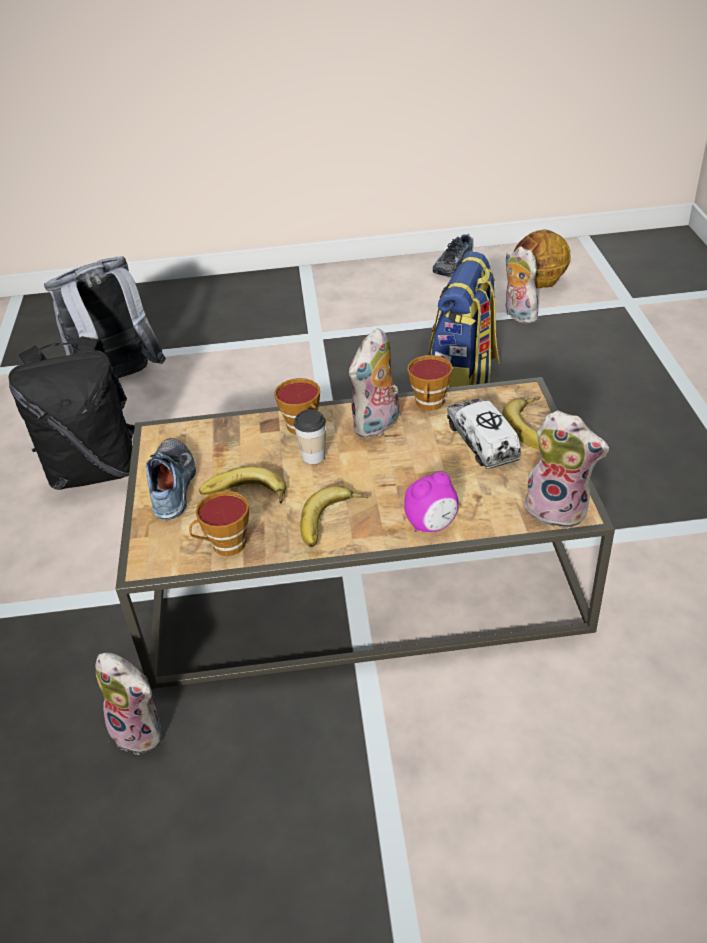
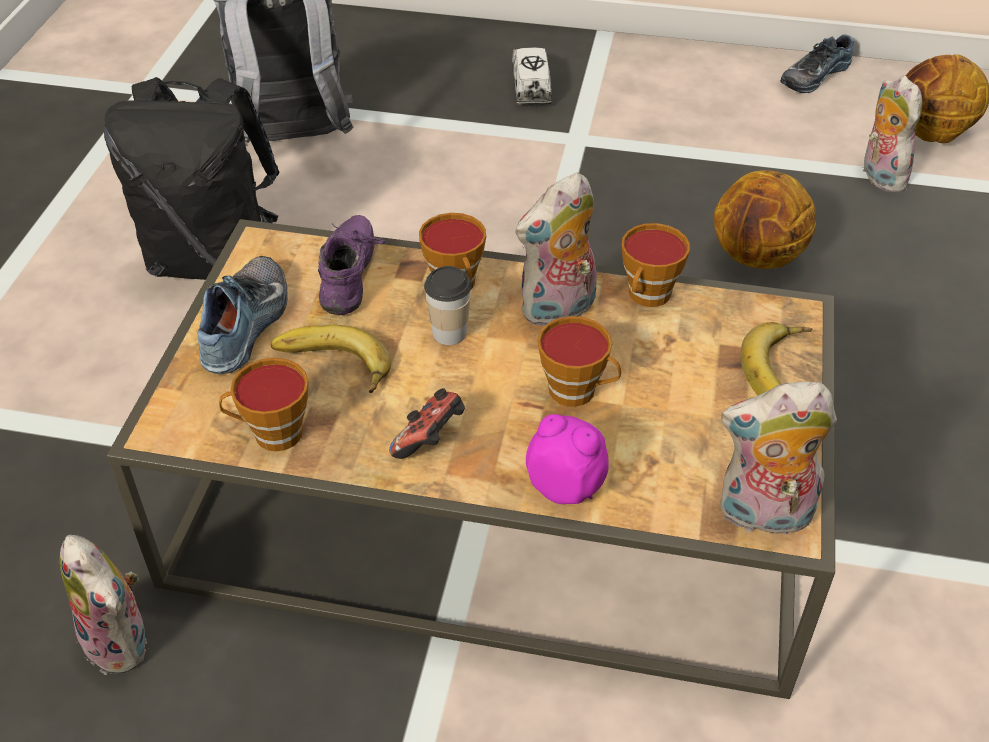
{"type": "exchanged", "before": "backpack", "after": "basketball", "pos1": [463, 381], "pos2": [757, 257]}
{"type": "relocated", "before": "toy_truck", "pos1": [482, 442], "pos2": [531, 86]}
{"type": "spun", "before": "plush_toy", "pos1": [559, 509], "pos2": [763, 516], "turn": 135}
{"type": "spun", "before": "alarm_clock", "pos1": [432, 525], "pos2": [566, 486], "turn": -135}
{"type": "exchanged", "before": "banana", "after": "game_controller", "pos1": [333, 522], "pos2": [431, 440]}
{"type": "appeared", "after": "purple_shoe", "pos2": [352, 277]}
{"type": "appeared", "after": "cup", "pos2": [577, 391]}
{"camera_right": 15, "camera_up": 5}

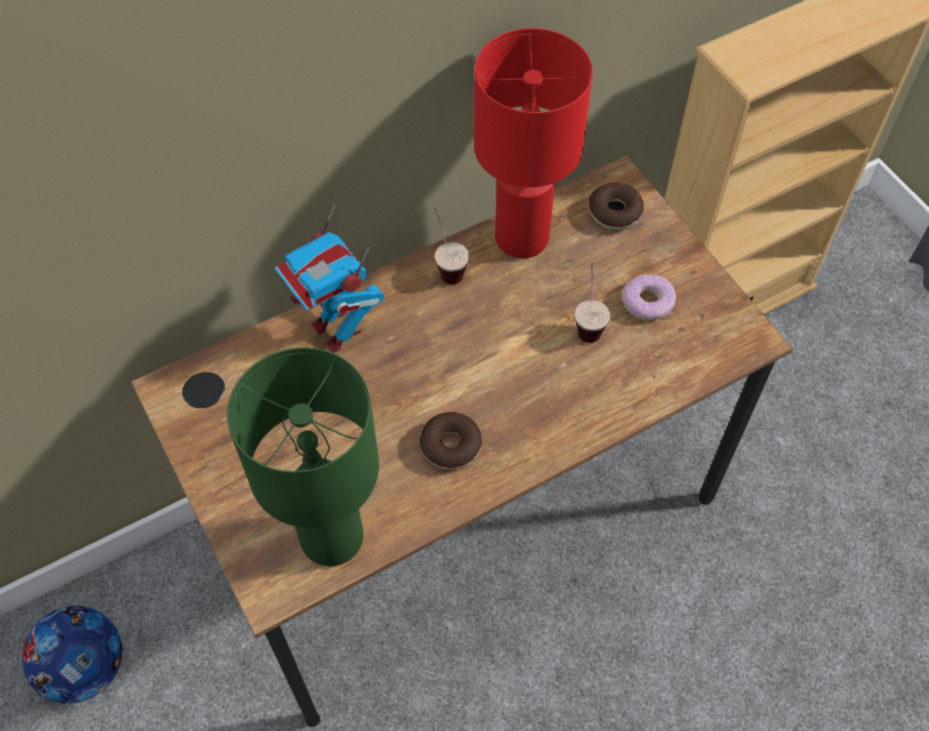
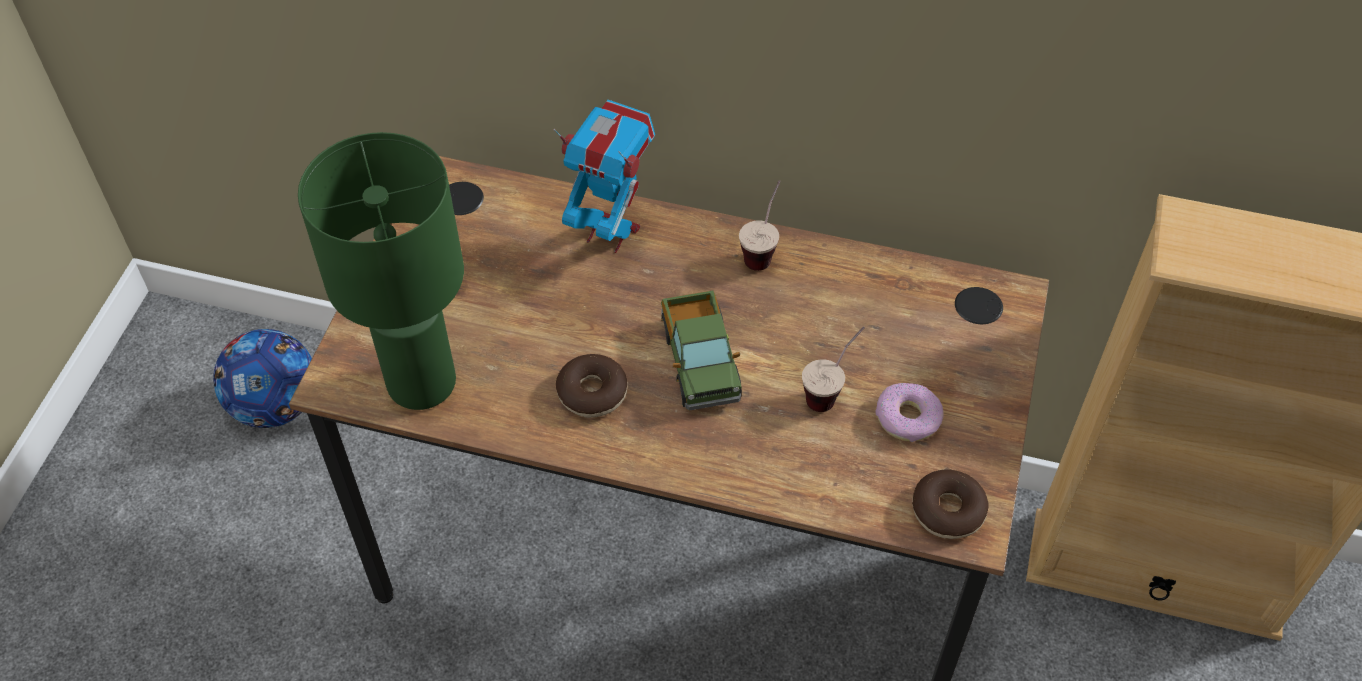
{"type": "missing", "before": "red_table_lamp", "pos1": [520, 237]}
{"type": "relocated", "before": "donut", "pos1": [615, 212], "pos2": [947, 510]}
{"type": "spun", "before": "toy_robot", "pos1": [337, 331], "pos2": [610, 232], "turn": 105}
{"type": "appeared", "after": "toy_truck", "pos2": [700, 362]}
{"camera_right": 45, "camera_up": -5}

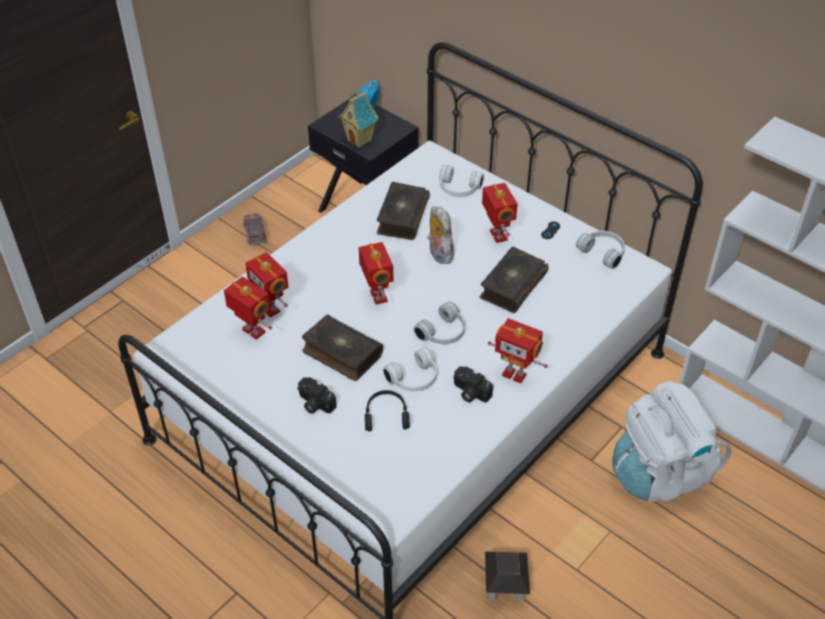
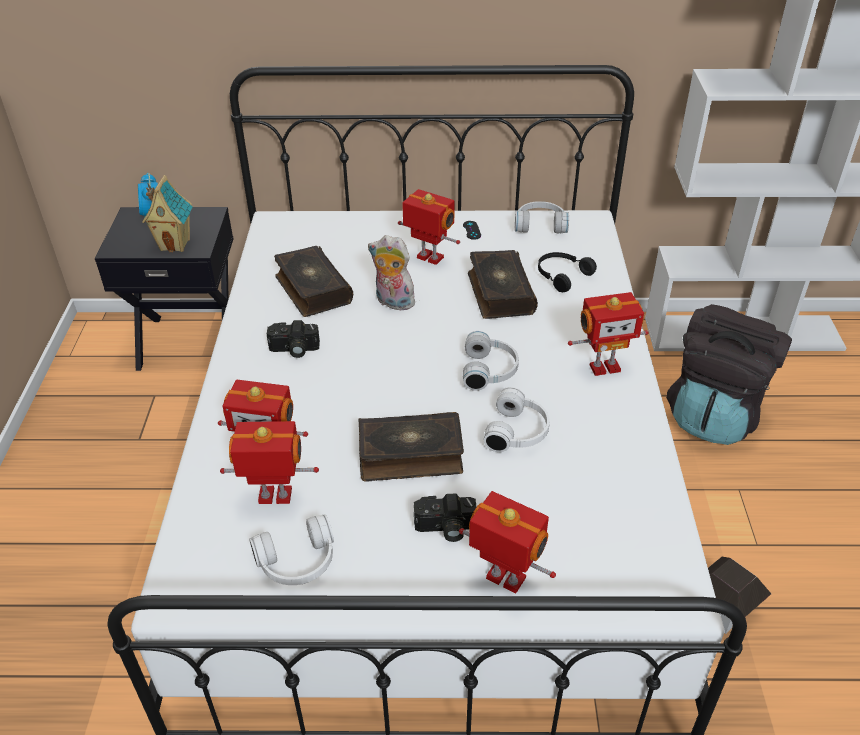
{"type": "relocated", "before": "white_headphones", "pos1": [458, 189], "pos2": [298, 563]}
{"type": "missing", "before": "toy_truck", "pos1": [255, 233]}
{"type": "relocated", "before": "toy_robot", "pos1": [377, 296], "pos2": [504, 580]}
{"type": "relocated", "before": "photo_camera", "pos1": [469, 392], "pos2": [294, 350]}
{"type": "colour", "before": "white_backpack", "after": "black_backpack", "pos1": [660, 473], "pos2": [714, 413]}
{"type": "relocated", "before": "black_headphones", "pos1": [386, 415], "pos2": [561, 275]}
{"camera_right": -40, "camera_up": -5}

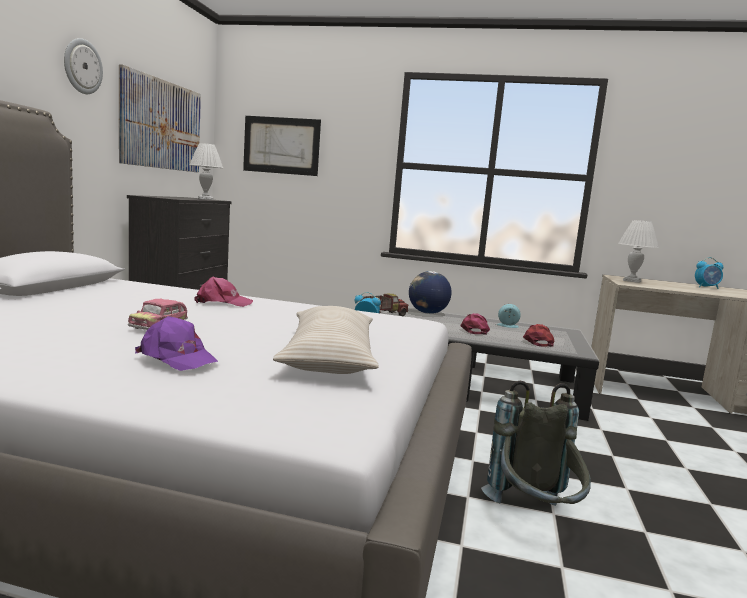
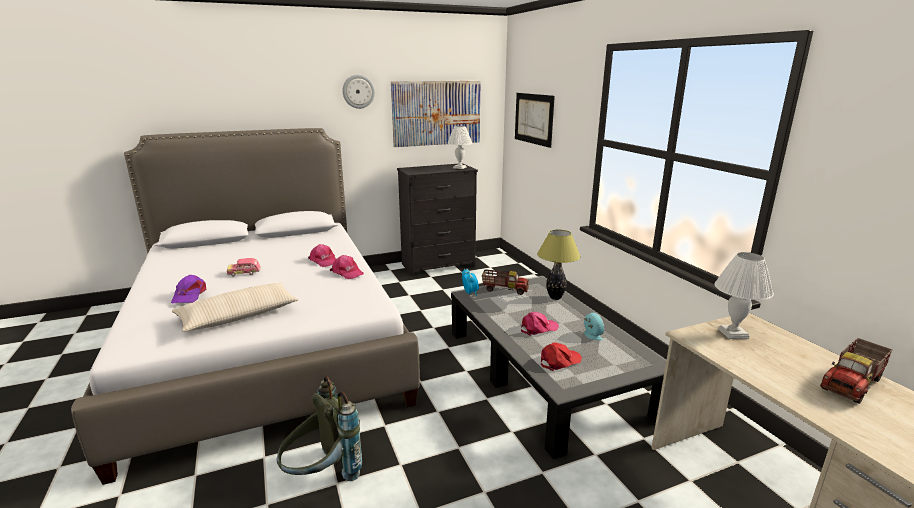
{"type": "exchanged", "before": "alarm_clock", "after": "toy_truck", "pos1": [707, 287], "pos2": [853, 384]}
{"type": "exchanged", "before": "globe", "after": "table_lamp", "pos1": [427, 313], "pos2": [555, 297]}
{"type": "appeared", "after": "pink_cap", "pos2": [347, 272]}
{"camera_right": 55, "camera_up": 10}

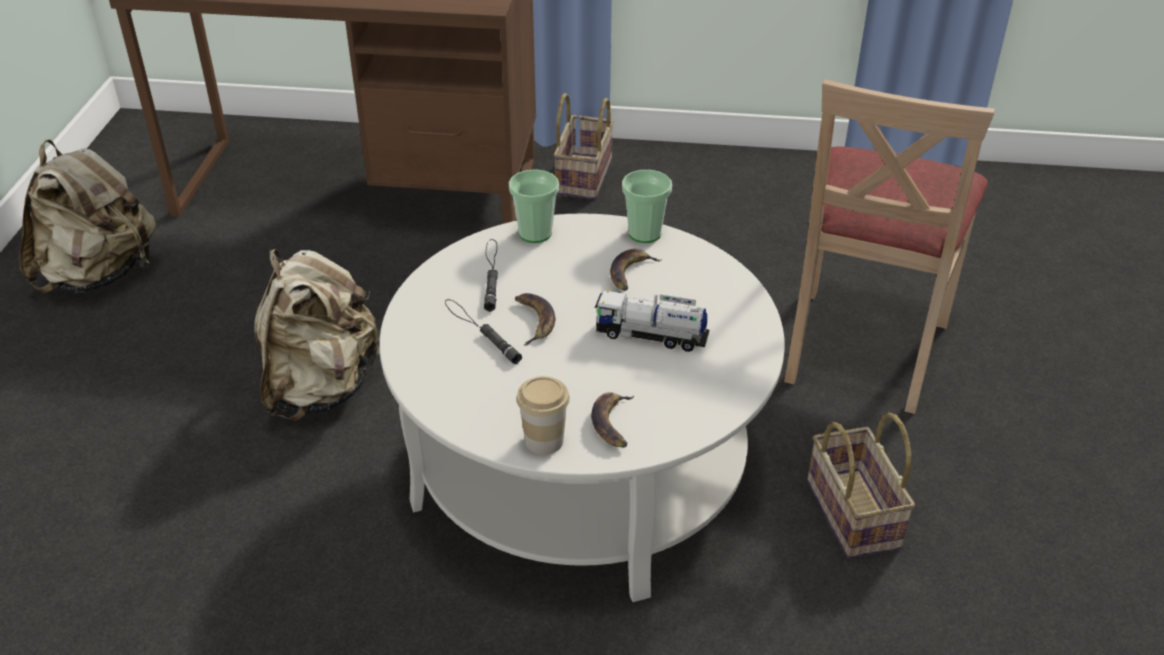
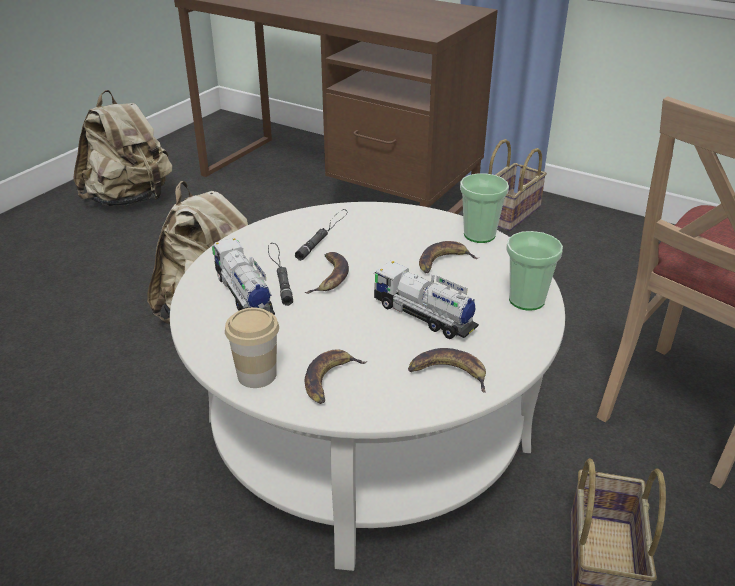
{"type": "relocated", "before": "cup", "pos1": [535, 233], "pos2": [526, 300]}
{"type": "appeared", "after": "toy_truck", "pos2": [244, 295]}
{"type": "appeared", "after": "banana", "pos2": [448, 373]}
{"camera_right": 25, "camera_up": -5}

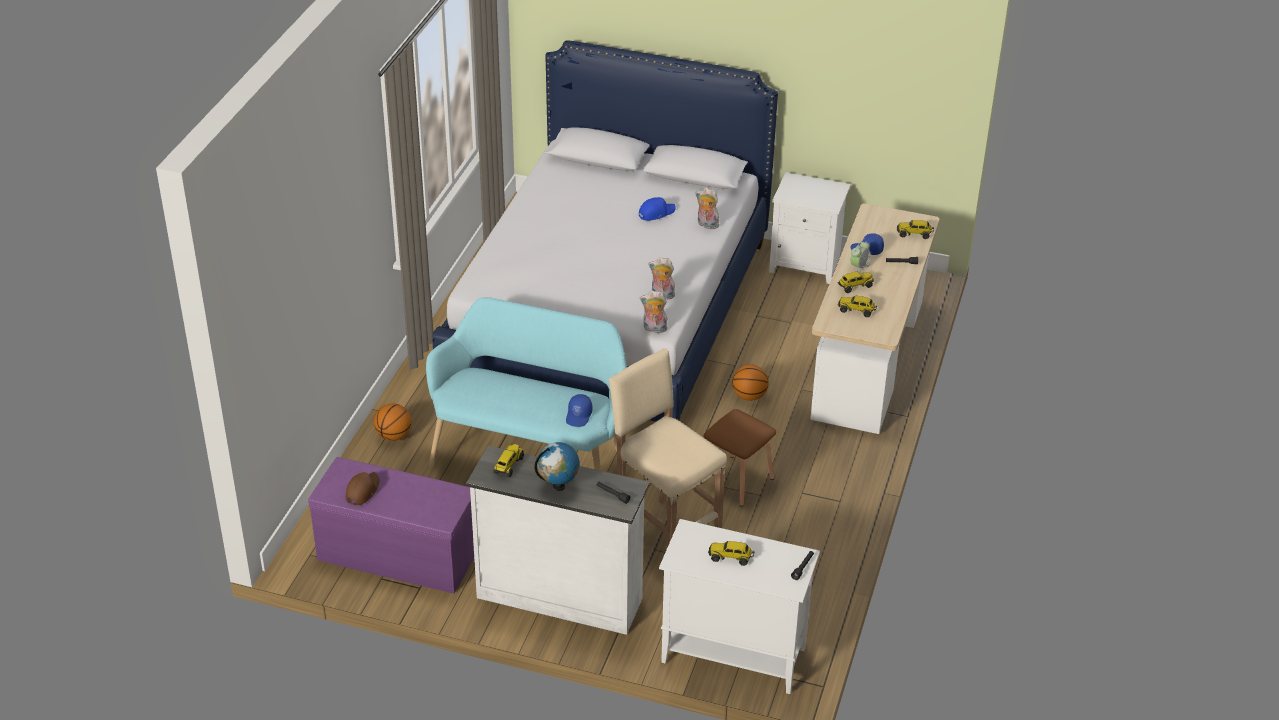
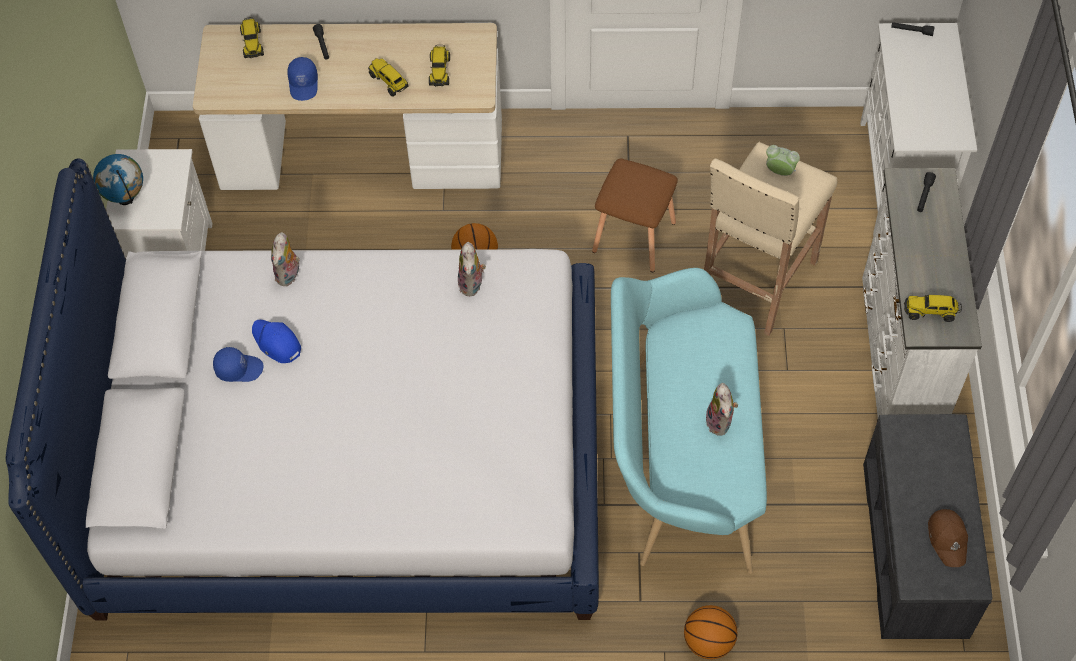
{"type": "relocated", "before": "alarm_clock", "pos1": [859, 267], "pos2": [780, 172]}
{"type": "relocated", "before": "plush_toy", "pos1": [654, 329], "pos2": [721, 422]}
{"type": "relocated", "before": "blue_cap", "pos1": [579, 416], "pos2": [239, 368]}
{"type": "relocated", "before": "globe", "pos1": [558, 486], "pos2": [126, 199]}
{"type": "colour", "before": "purple_bench", "after": "grey_bench", "pos1": [396, 554], "pos2": [917, 550]}
{"type": "spun", "before": "brown_cap", "pos1": [362, 491], "pos2": [948, 539], "turn": -105}
{"type": "missing", "before": "toy_truck", "pos1": [730, 557]}
{"camera_right": -105, "camera_up": 20}

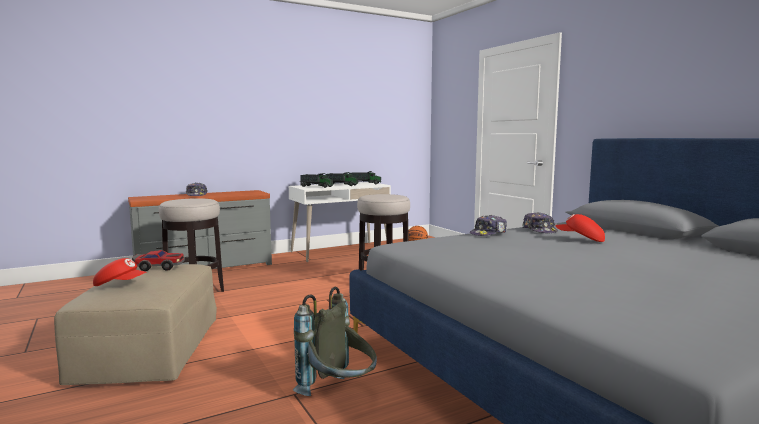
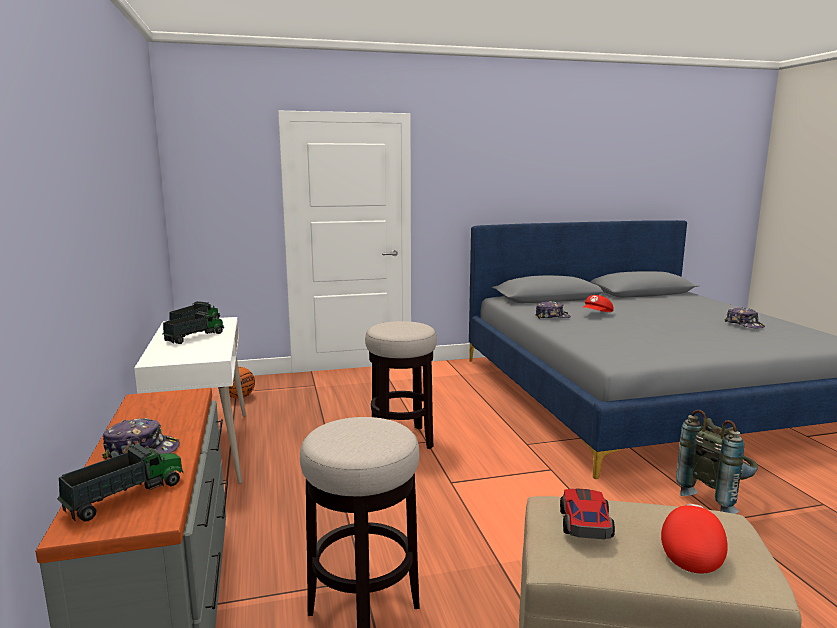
{"type": "relocated", "before": "toy_truck", "pos1": [316, 186], "pos2": [125, 496]}
{"type": "relocated", "before": "cap", "pos1": [488, 233], "pos2": [744, 324]}
{"camera_right": -75, "camera_up": 5}

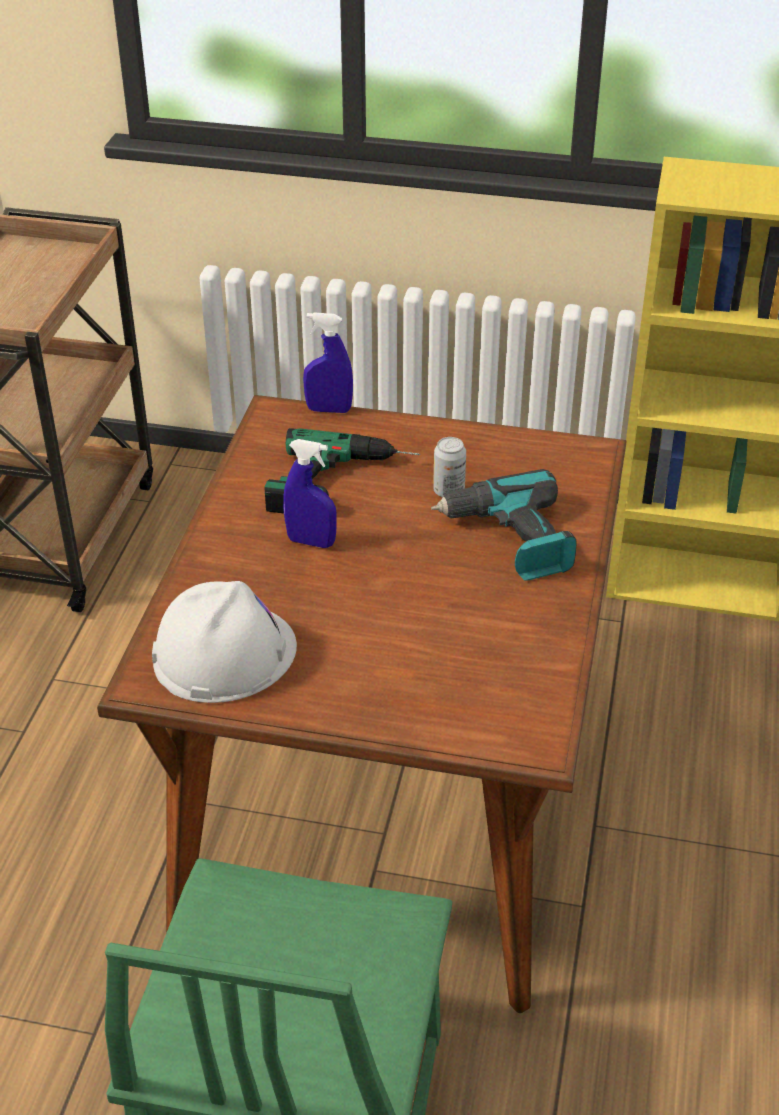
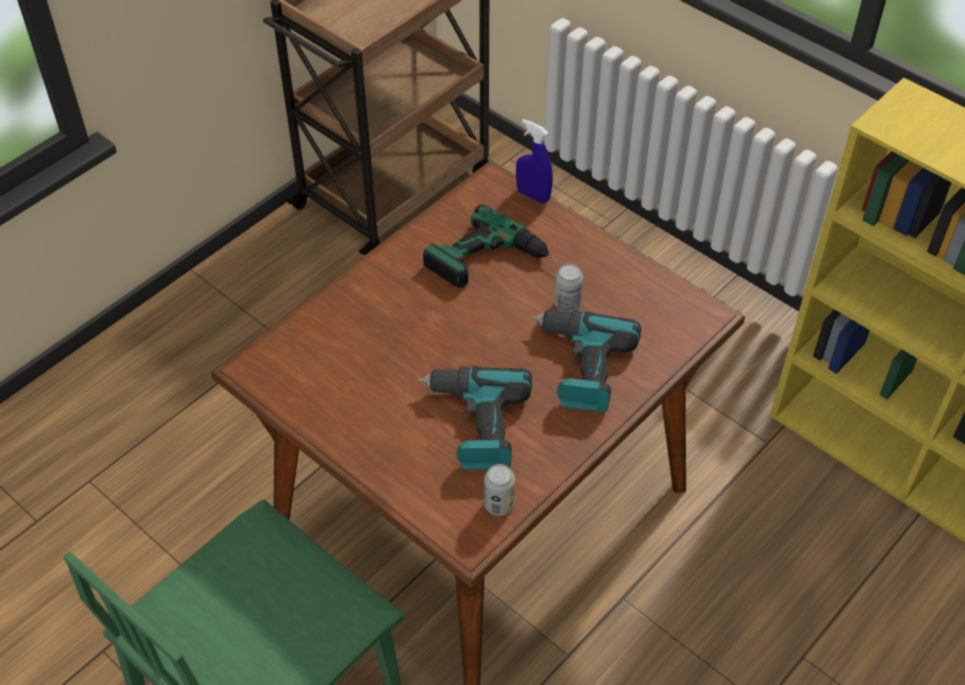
{"type": "missing", "before": "blue_spray_bottle", "pos1": [311, 542]}
{"type": "missing", "before": "white_hard_hat", "pos1": [224, 653]}
{"type": "appeared", "after": "power_drill", "pos2": [475, 424]}
{"type": "appeared", "after": "can", "pos2": [499, 505]}
{"camera_right": 30, "camera_up": 10}

